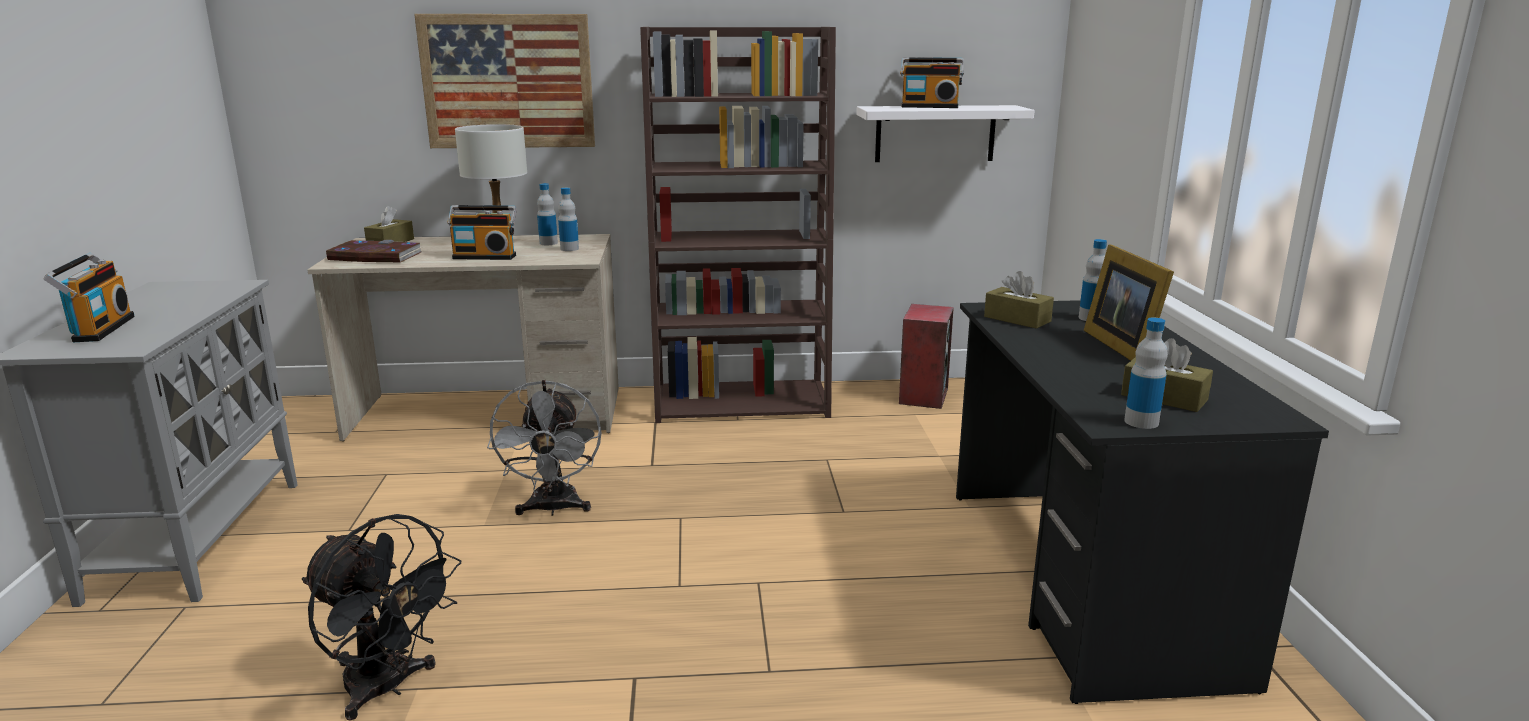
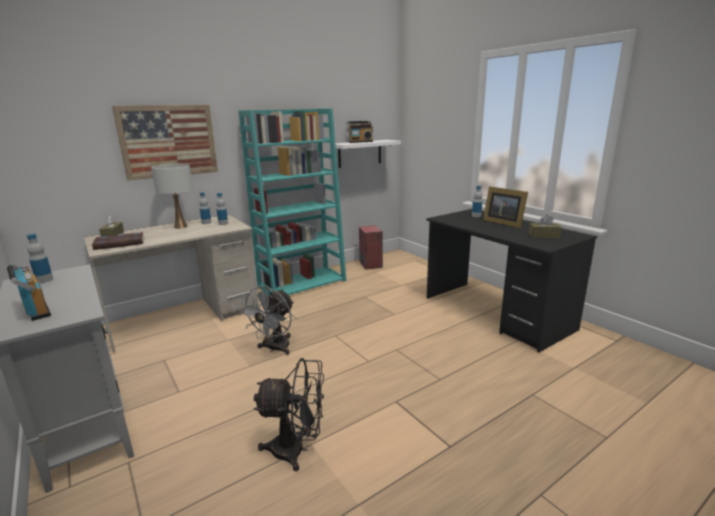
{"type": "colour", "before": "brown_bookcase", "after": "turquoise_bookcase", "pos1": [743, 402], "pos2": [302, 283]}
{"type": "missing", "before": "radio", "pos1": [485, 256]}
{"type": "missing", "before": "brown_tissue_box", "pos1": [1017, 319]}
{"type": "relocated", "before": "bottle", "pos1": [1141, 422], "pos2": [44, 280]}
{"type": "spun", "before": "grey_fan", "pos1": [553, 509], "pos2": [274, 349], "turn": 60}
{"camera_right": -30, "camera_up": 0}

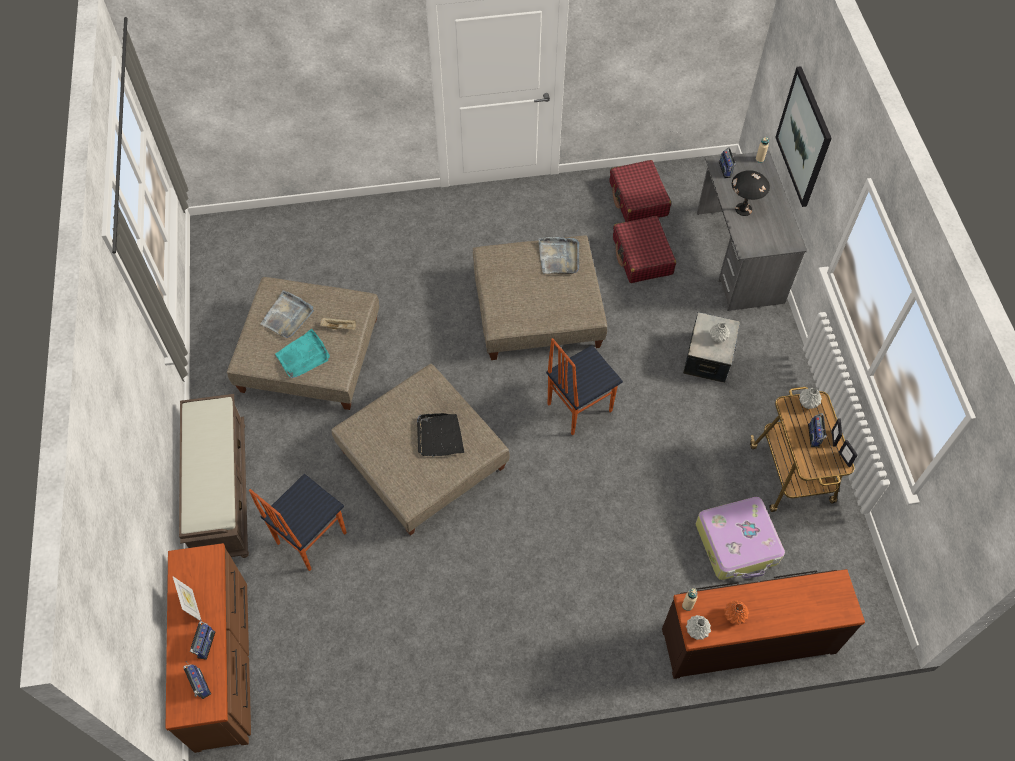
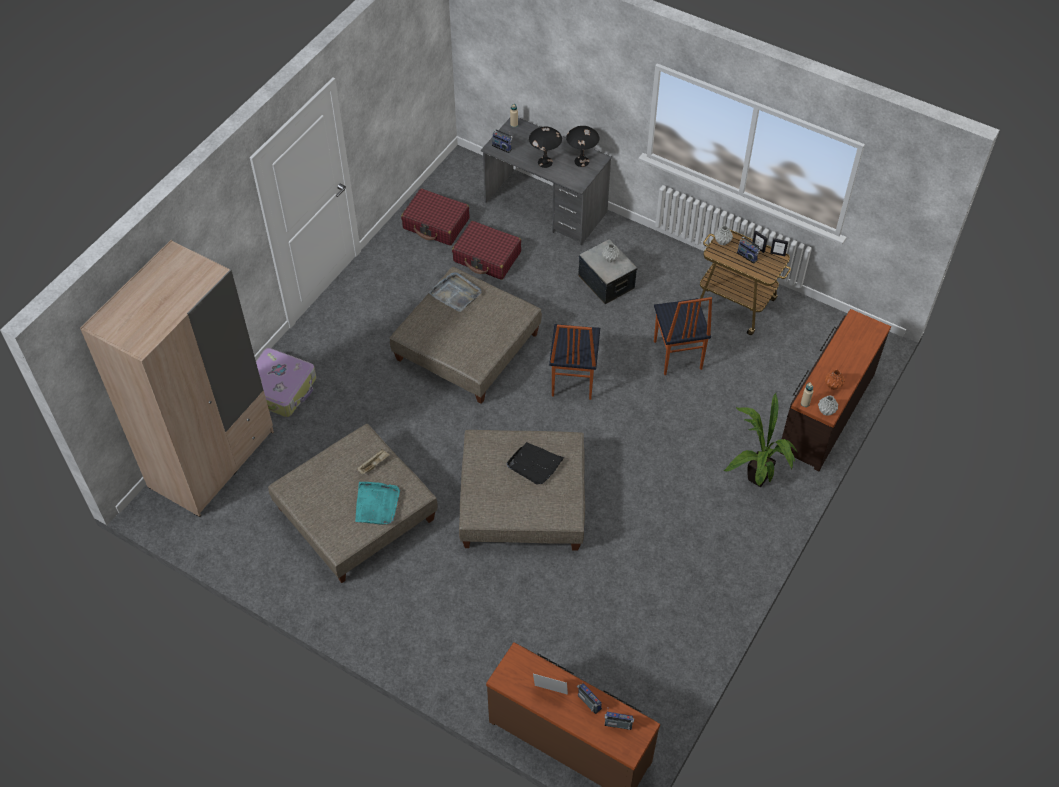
{"type": "missing", "before": "picture", "pos1": [804, 137]}
{"type": "missing", "before": "grey_tray", "pos1": [287, 316]}
{"type": "missing", "before": "brown_bench", "pos1": [221, 490]}
{"type": "relocated", "before": "chair", "pos1": [310, 538], "pos2": [676, 355]}
{"type": "relocated", "before": "suitcase", "pos1": [738, 543], "pos2": [280, 388]}
{"type": "appeared", "after": "black_table_lamp", "pos2": [582, 161]}
{"type": "appeared", "after": "beige_wardrobe", "pos2": [212, 459]}
{"type": "appeared", "after": "potted_plant", "pos2": [755, 482]}
{"camera_right": -50, "camera_up": -5}

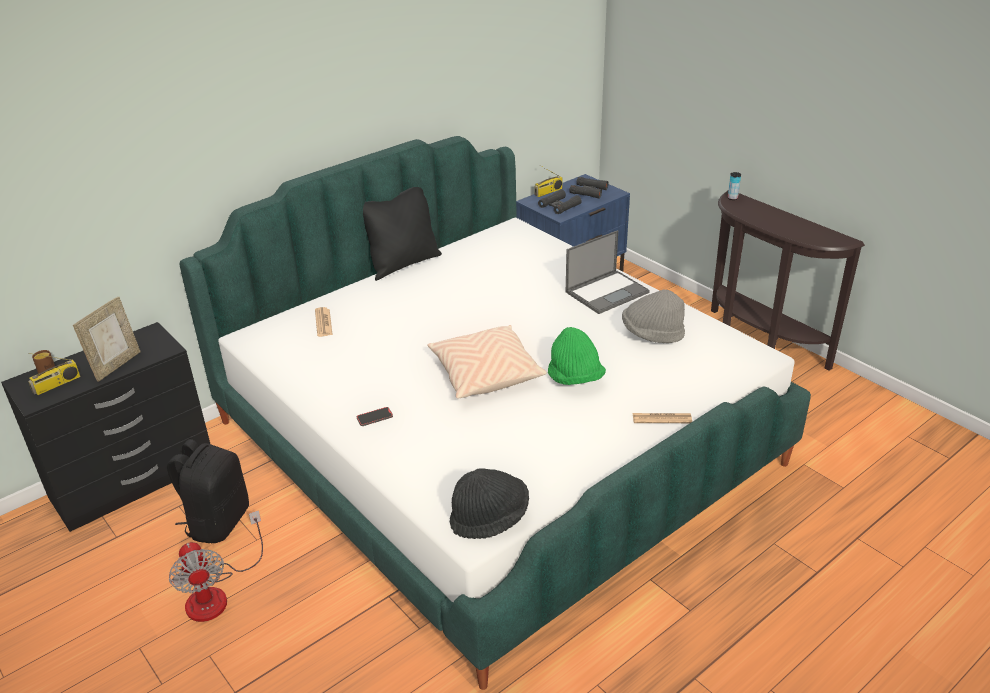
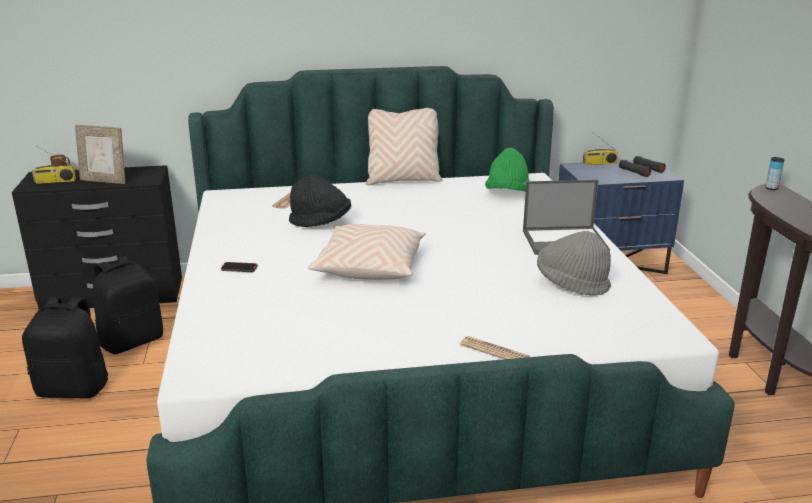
{"type": "colour", "before": "black_pillow", "after": "beige_pillow", "pos1": [403, 264], "pos2": [403, 180]}
{"type": "missing", "before": "black_binoculars", "pos1": [559, 206]}
{"type": "spun", "before": "picture_frame", "pos1": [116, 365], "pos2": [104, 181], "turn": 45}
{"type": "relocated", "before": "green_hat", "pos1": [575, 378], "pos2": [507, 193]}
{"type": "relocated", "before": "black_hat", "pos1": [489, 518], "pos2": [321, 223]}
{"type": "exchanged", "before": "fan", "after": "black_backpack", "pos1": [216, 593], "pos2": [74, 388]}
{"camera_right": 30, "camera_up": -10}

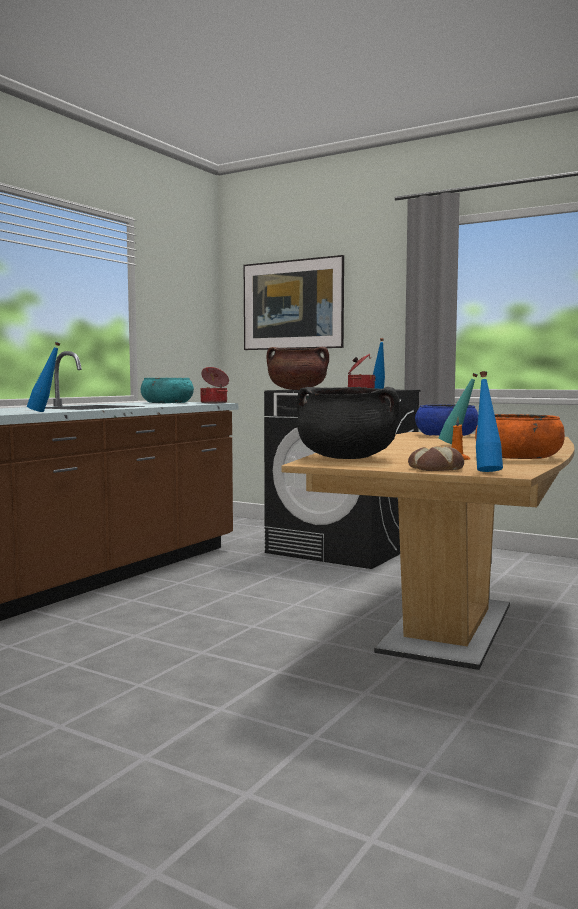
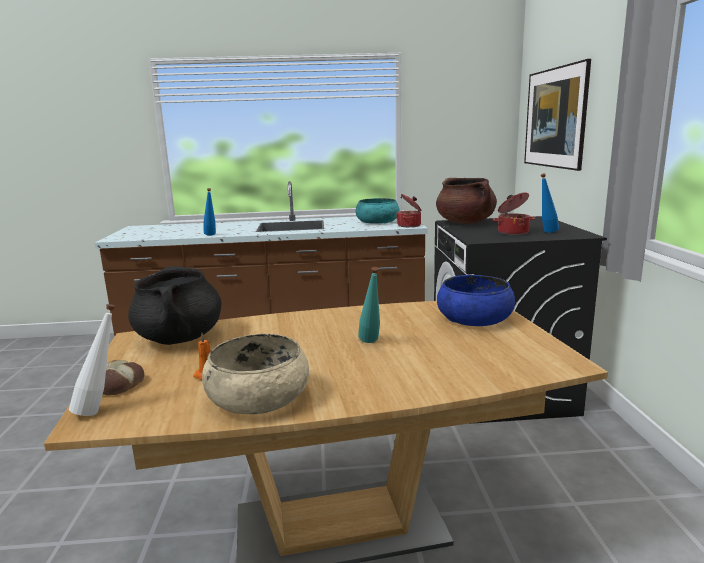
{"type": "colour", "before": "blue_bottle", "after": "white_bottle", "pos1": [486, 471], "pos2": [101, 409]}
{"type": "colour", "before": "orange_bowl", "after": "beige_bowl", "pos1": [518, 457], "pos2": [259, 397]}
{"camera_right": 55, "camera_up": 10}

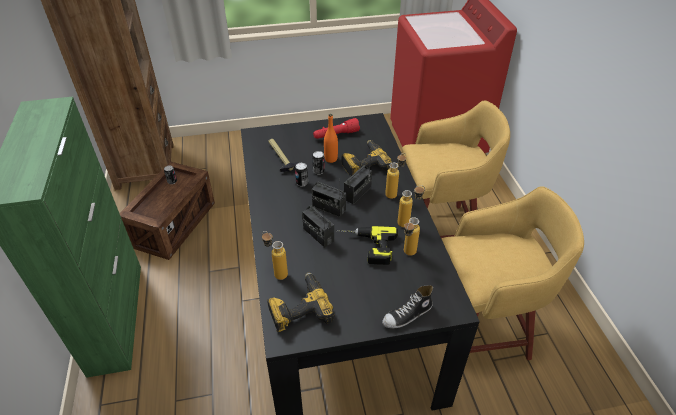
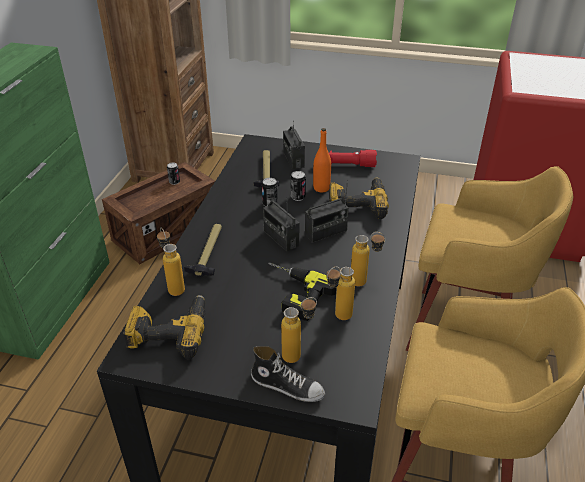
{"type": "relocated", "before": "bottle", "pos1": [394, 193], "pos2": [298, 354]}
{"type": "relocated", "before": "radio", "pos1": [318, 235], "pos2": [293, 159]}
{"type": "spun", "before": "shoe", "pos1": [407, 315], "pos2": [287, 386], "turn": -150}
{"type": "appeared", "after": "hammer", "pos2": [208, 253]}
{"camera_right": 25, "camera_up": -5}

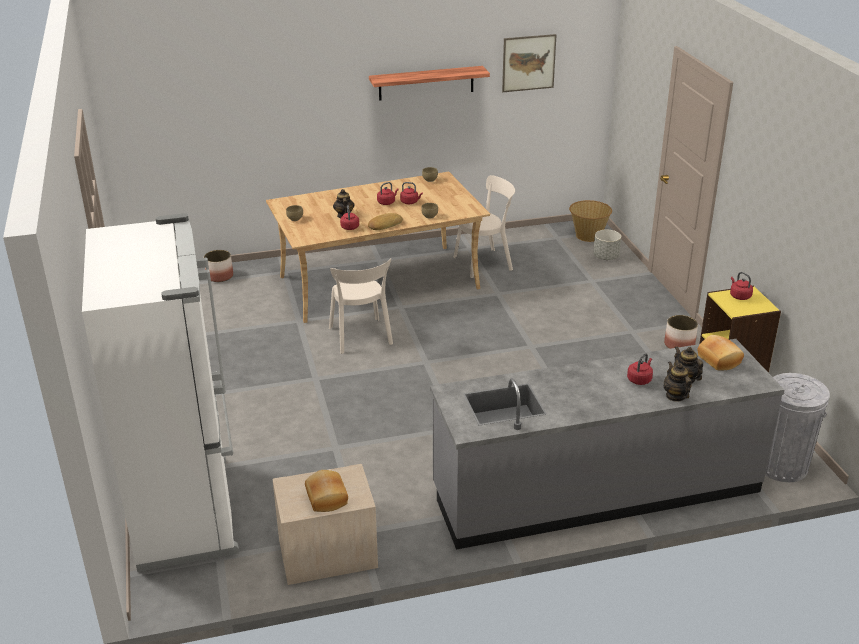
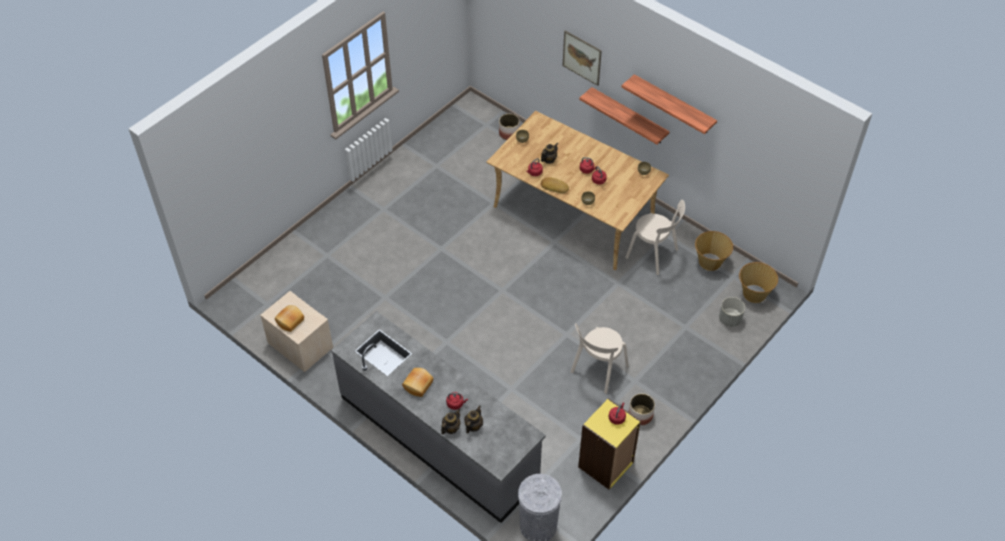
{"type": "relocated", "before": "picture", "pos1": [528, 63], "pos2": [582, 57]}
{"type": "missing", "before": "white_fridge", "pos1": [187, 511]}
{"type": "relocated", "before": "beige_chair", "pos1": [361, 338], "pos2": [598, 371]}
{"type": "relocated", "before": "bread", "pos1": [720, 360], "pos2": [418, 385]}
{"type": "appeared", "after": "shelf", "pos2": [629, 116]}
{"type": "appeared", "after": "basket", "pos2": [710, 262]}
{"camera_right": 55, "camera_up": 20}

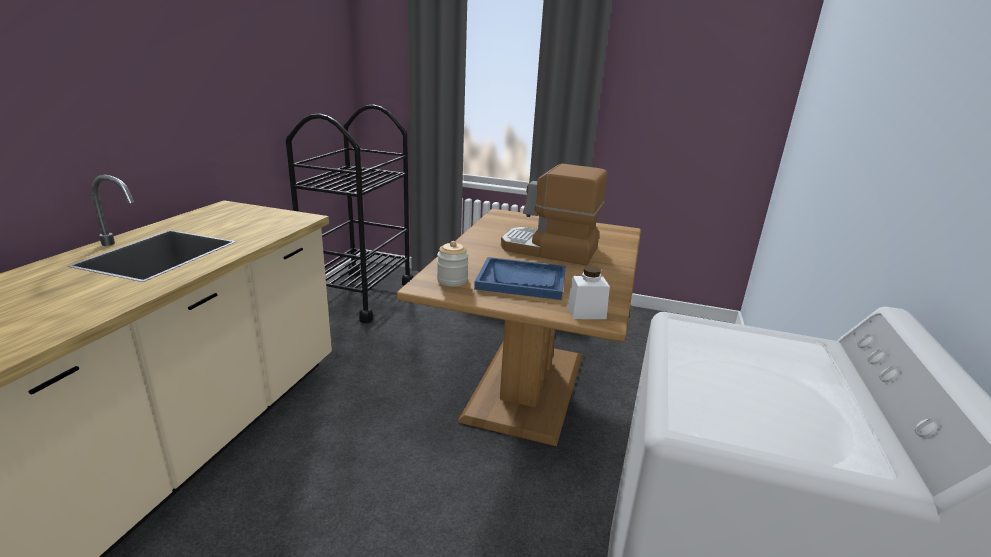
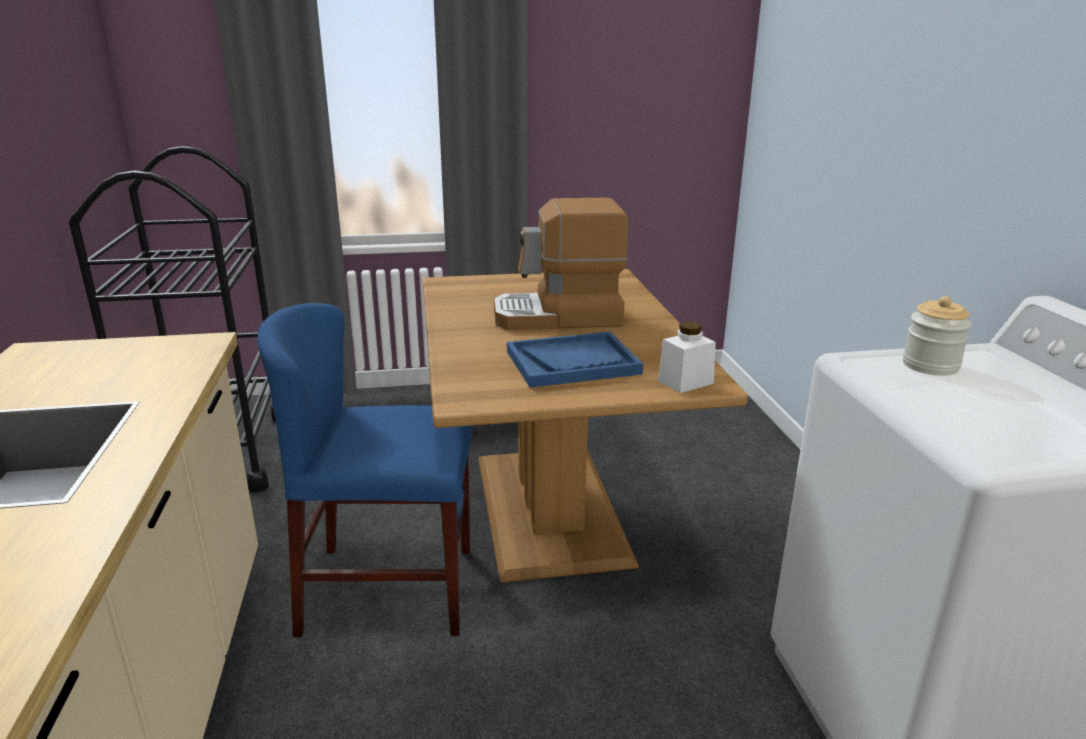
{"type": "relocated", "before": "jar", "pos1": [452, 280], "pos2": [930, 366]}
{"type": "appeared", "after": "blue_chair", "pos2": [389, 589]}
{"camera_right": -25, "camera_up": 0}

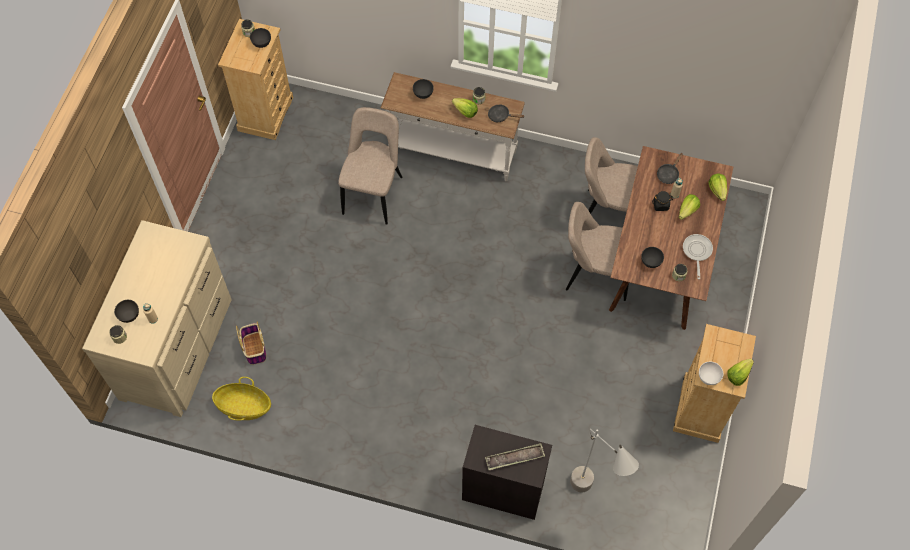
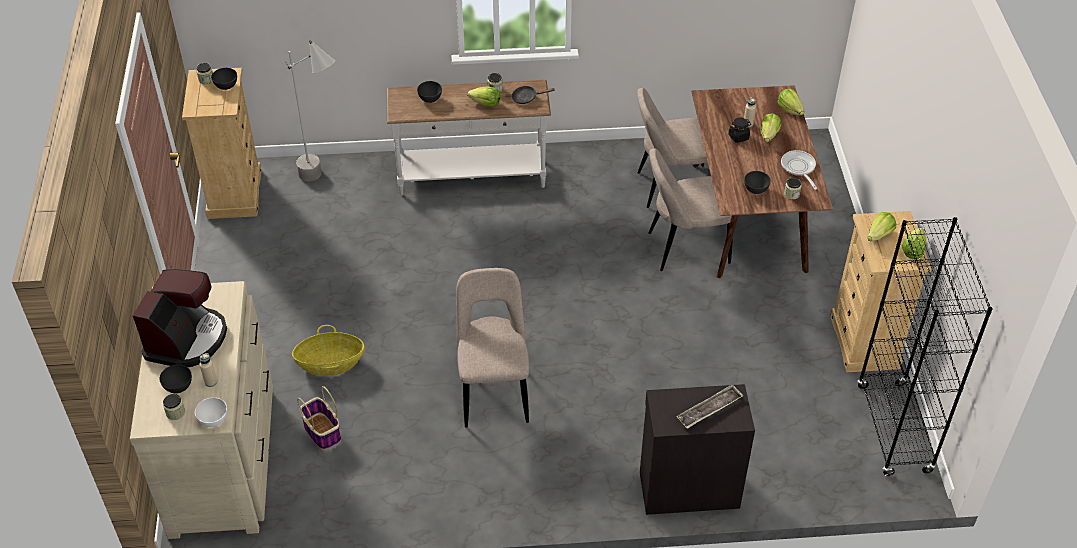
{"type": "relocated", "before": "beige_chair", "pos1": [374, 192], "pos2": [494, 390]}
{"type": "missing", "before": "black_frying_pan", "pos1": [668, 174]}
{"type": "relocated", "before": "white_bowl", "pos1": [708, 377], "pos2": [213, 420]}
{"type": "relocated", "before": "basket", "pos1": [244, 406], "pos2": [330, 363]}
{"type": "relocated", "before": "grey_floor_lamp", "pos1": [592, 496], "pos2": [324, 181]}
{"type": "appeared", "after": "lettuce", "pos2": [879, 235]}
{"type": "appeared", "after": "black_bookcase", "pos2": [894, 429]}
{"type": "appeared", "after": "coffee_machine", "pos2": [187, 339]}
{"camera_right": -20, "camera_up": -15}

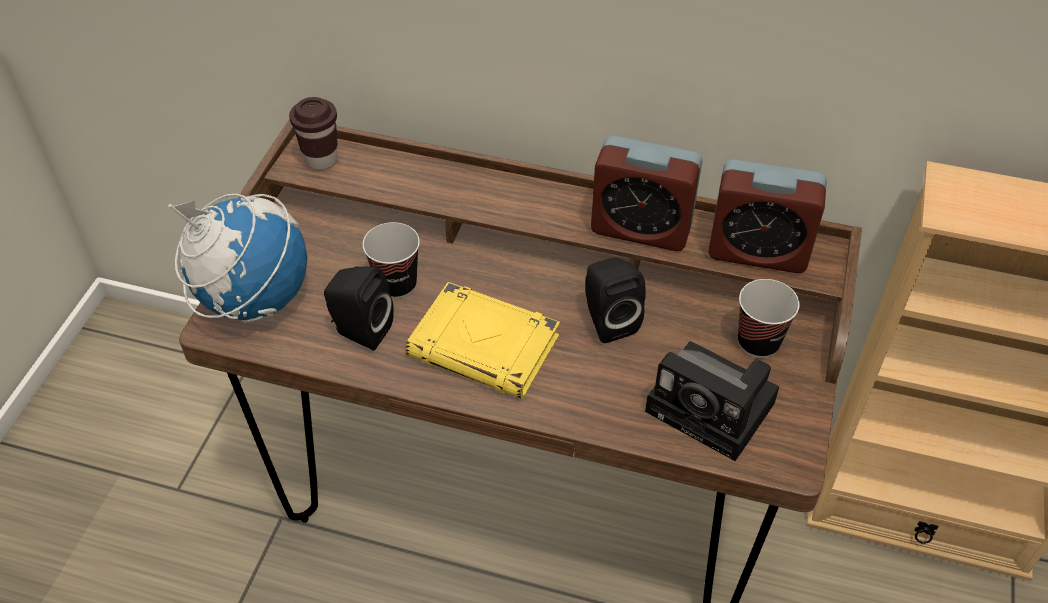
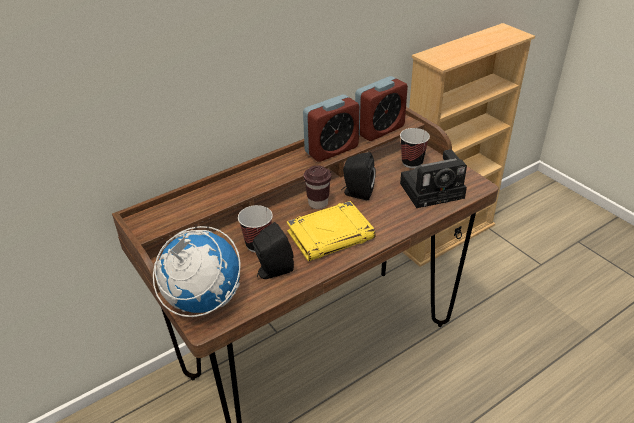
{"type": "relocated", "before": "brown_cup", "pos1": [321, 160], "pos2": [318, 203]}
{"camera_right": -50, "camera_up": -10}

